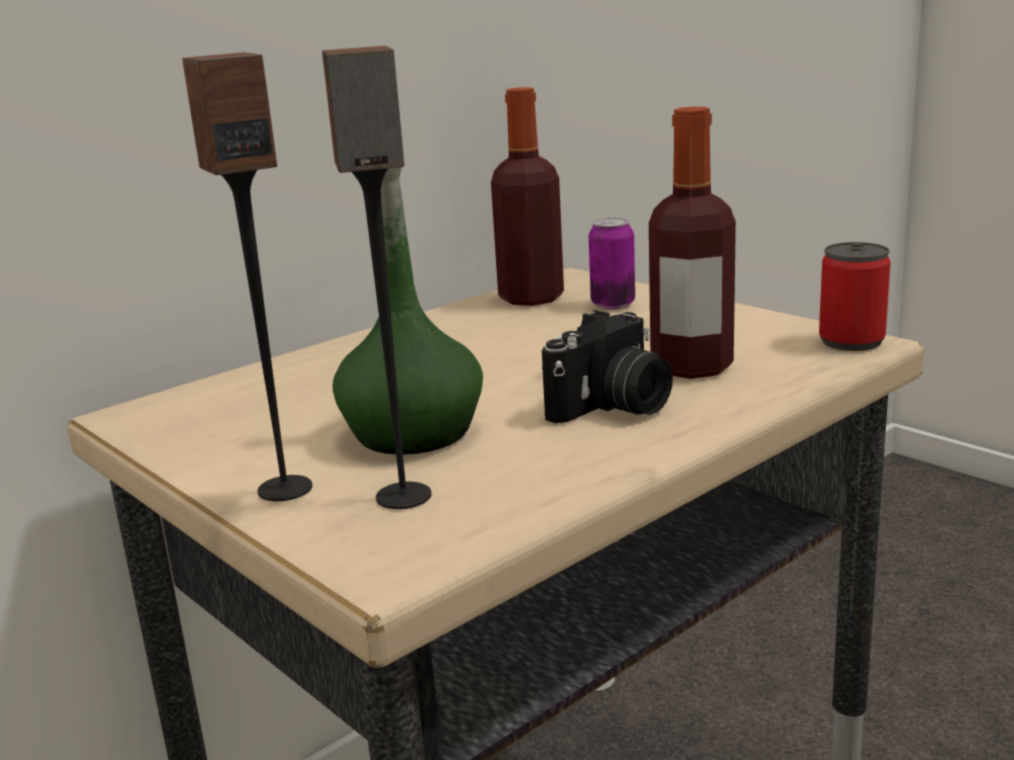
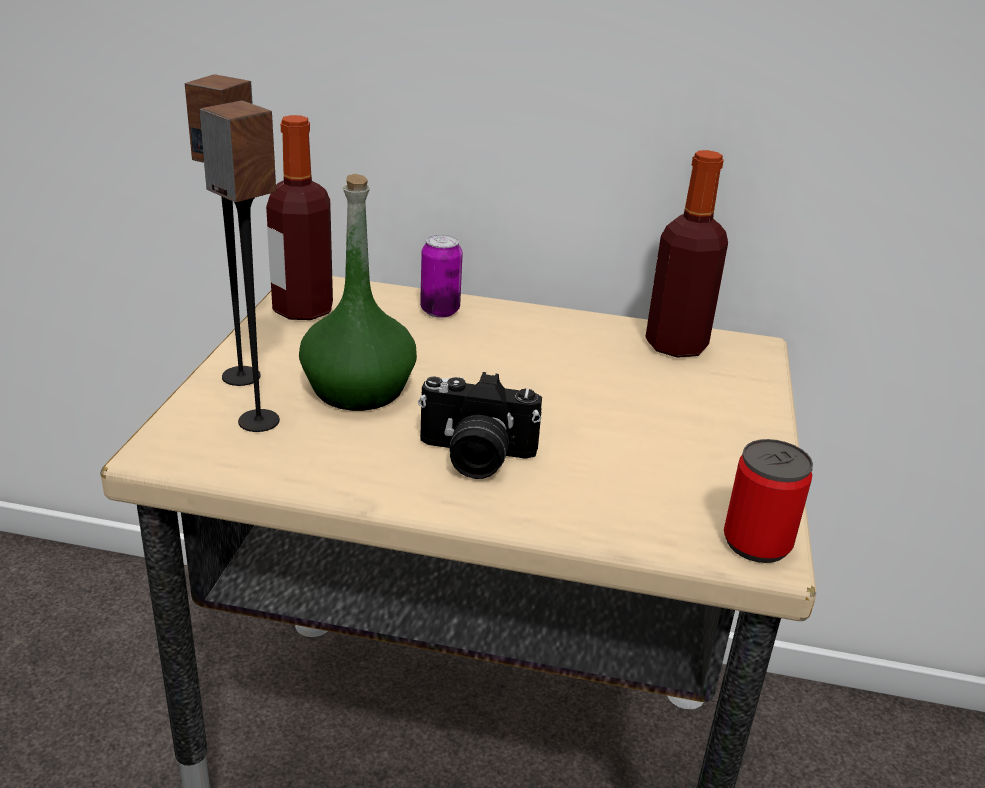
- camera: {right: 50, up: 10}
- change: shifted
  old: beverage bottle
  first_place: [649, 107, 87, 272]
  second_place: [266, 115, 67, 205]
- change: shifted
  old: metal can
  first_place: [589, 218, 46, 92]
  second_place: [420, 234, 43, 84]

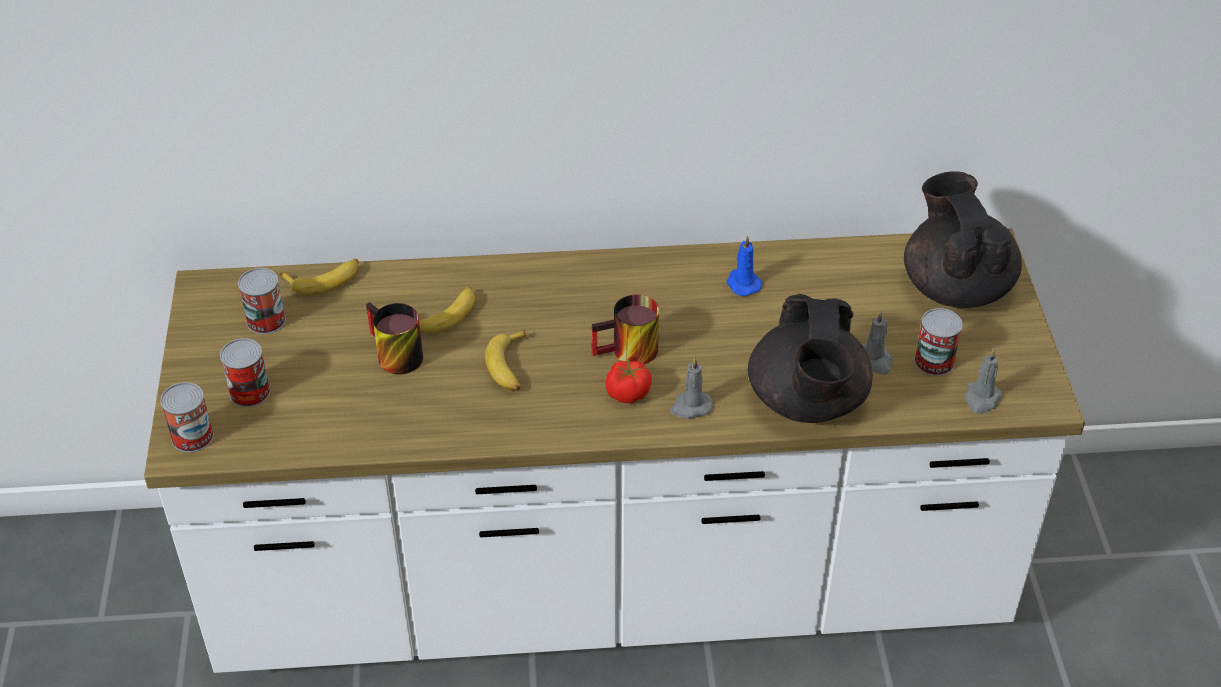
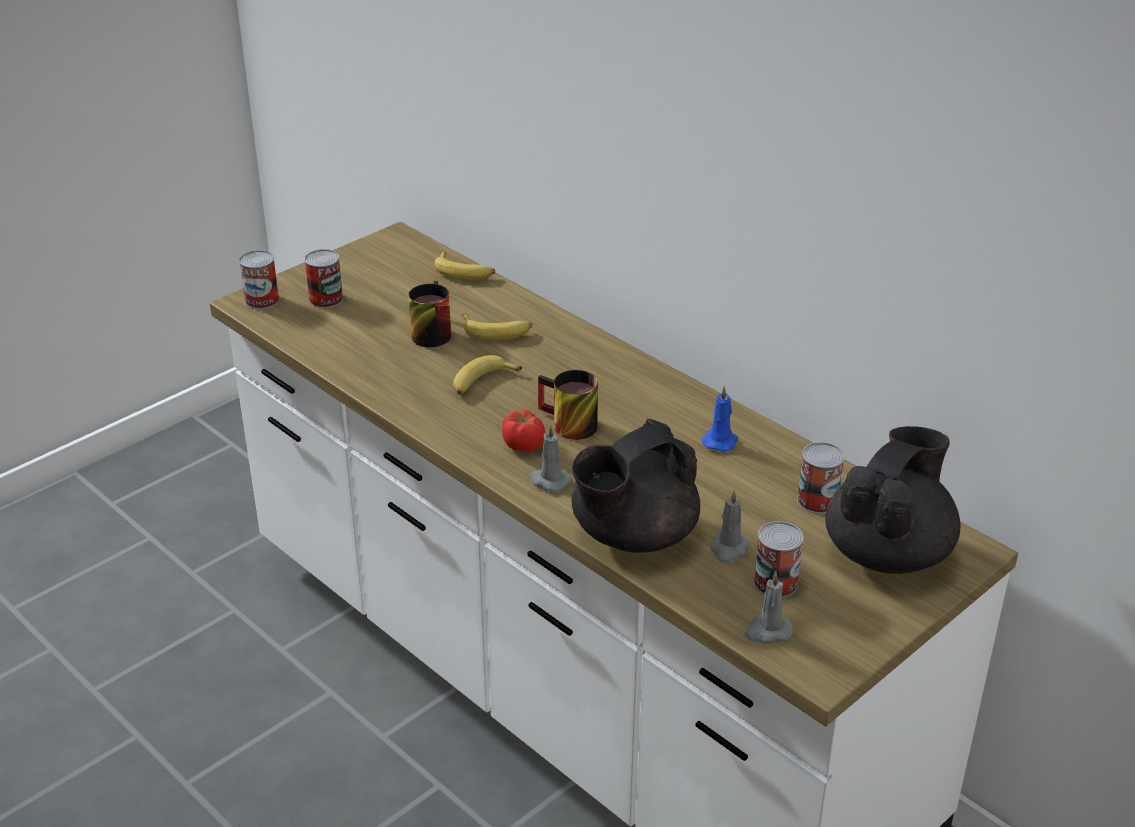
- camera: {right: 50, up: -10}
- change: shifted
  old: metal can
  first_place: [238, 268, 48, 66]
  second_place: [797, 442, 48, 72]

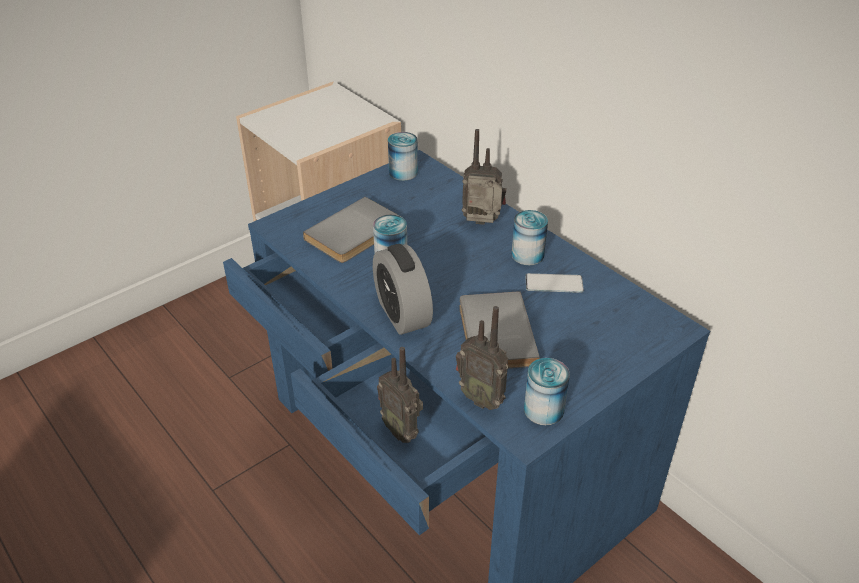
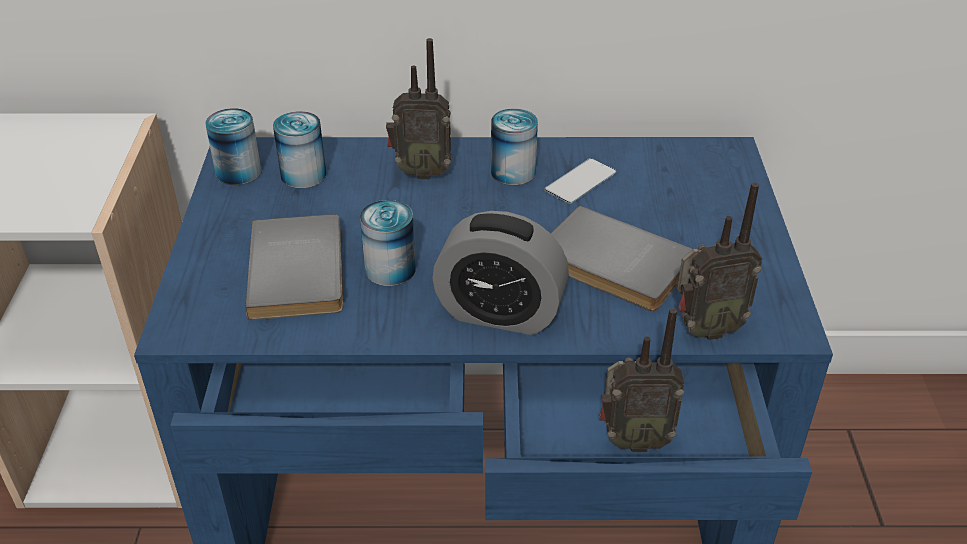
- camera: {right: -50, up: 0}
- change: rotated
  old: radio set
  first_place: [462, 129, 45, 96]
  second_place: [386, 38, 66, 142]
  degrees: -135
- change: shifted
  old: metal can
  first_place: [524, 358, 46, 67]
  second_place: [273, 111, 53, 77]

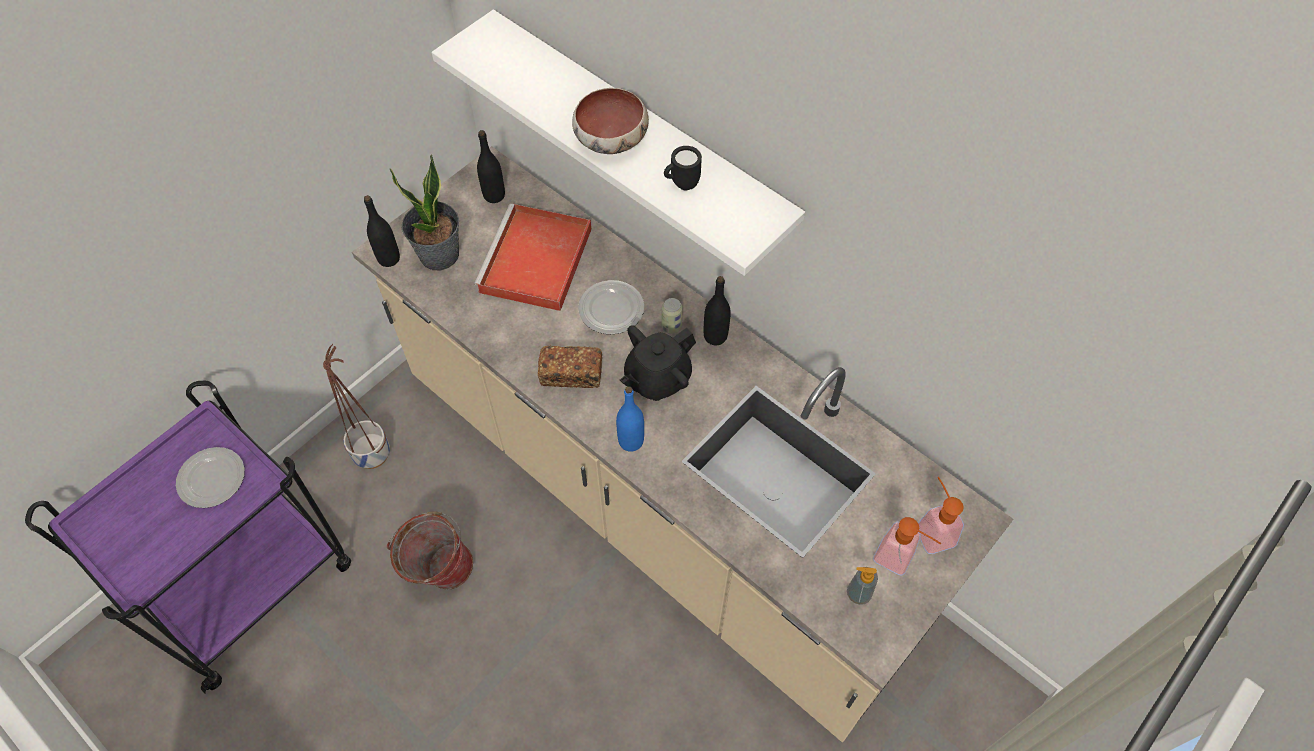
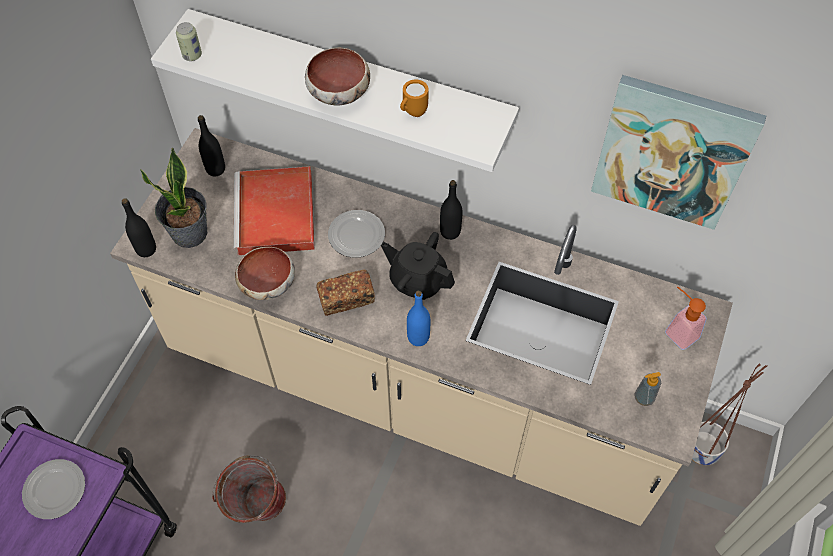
- camera: {right: -20, up: 0}
- change: repainted
  old: black mug
  new: orange mug
  first_place: [664, 146, 38, 44]
  second_place: [400, 79, 29, 38]
- change: shifted
  old: metal can
  first_place: [662, 298, 21, 36]
  second_place: [176, 22, 26, 39]
- change: rotated
  old: black pot for tea
  first_place: [620, 325, 76, 76]
  second_place: [381, 232, 74, 68]
  degrees: 90
- change: shifted
  old: flower pot
  first_place: [323, 344, 67, 125]
  second_place: [692, 363, 75, 102]
- change: gone
  old: soap dispenser
  first_place: [873, 517, 68, 59]
- change: new
  new: wall art
  second_place: [591, 75, 175, 155]
- change: new
  new: serving bowl
  second_place: [235, 247, 60, 53]

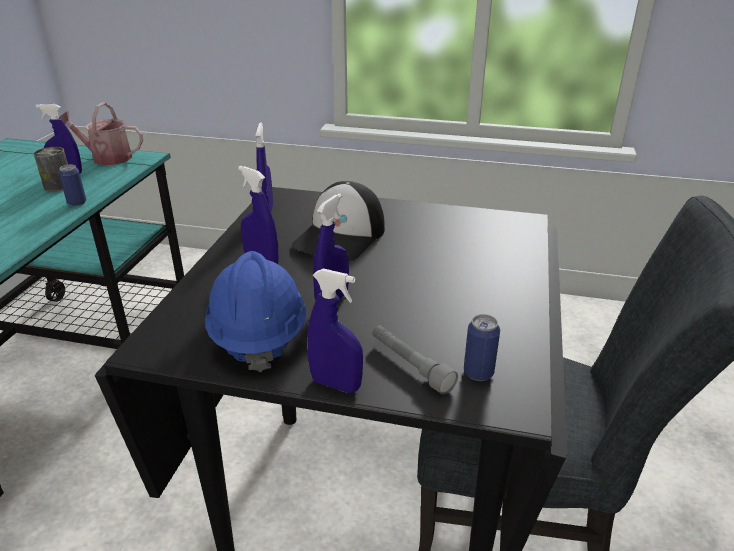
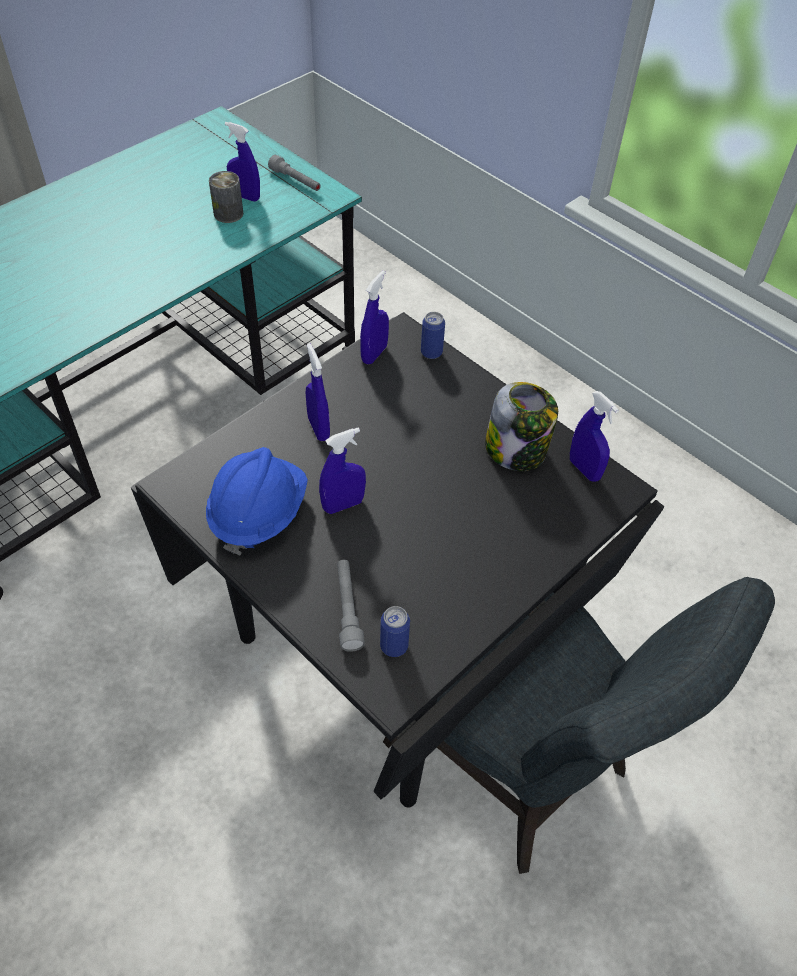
- camera: {right: 30, up: 20}
- change: swapped
  old: watering can
  new: grey hand torch
  first_place: [59, 102, 84, 63]
  second_place: [268, 155, 53, 36]
- change: shifted
  old: metal can
  first_place: [59, 165, 27, 41]
  second_place: [421, 312, 24, 47]
- change: gone
  old: cap
  first_place: [291, 181, 94, 80]
- change: shifted
  old: blue-coloured sprayer
  first_place: [307, 268, 56, 125]
  second_place: [570, 391, 49, 91]
- change: new
  new: storage jar
  second_place: [485, 382, 73, 89]

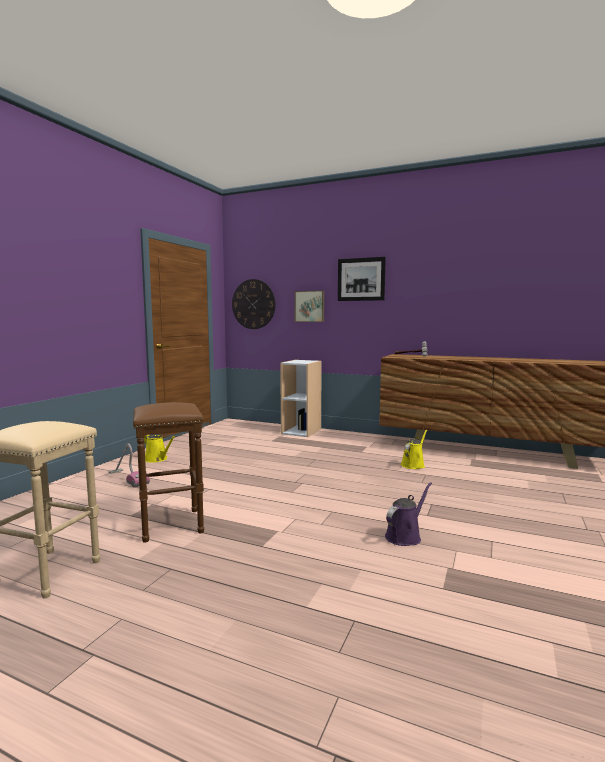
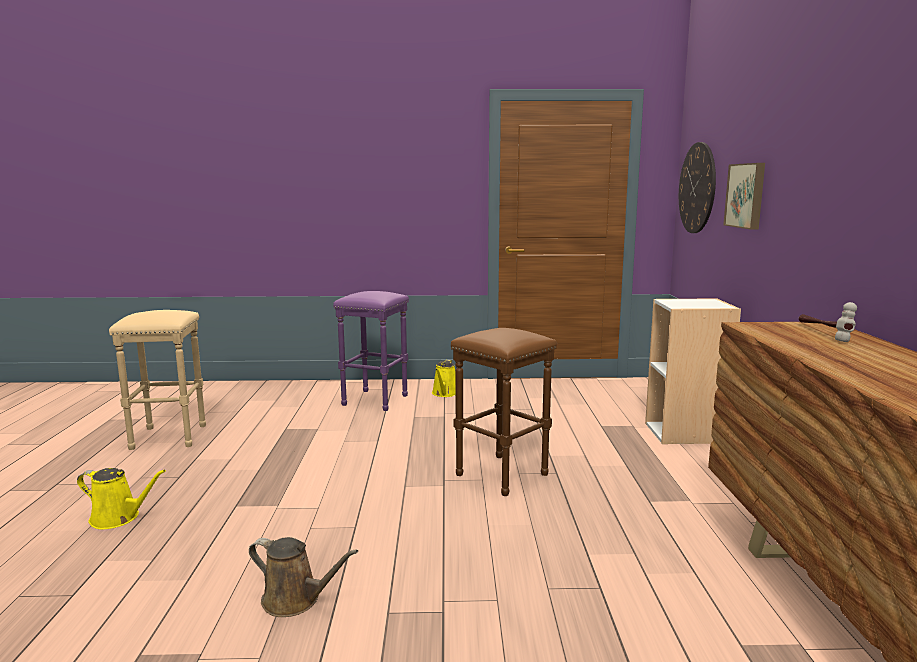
- camera: {right: 65, up: 5}
- change: gone
  old: wall art
  first_place: [338, 257, 48, 44]
- change: shifted
  old: brown sitting stool
  first_place: [133, 402, 71, 140]
  second_place: [451, 328, 106, 168]
- change: shifted
  old: yellow watering can
  first_place: [401, 430, 26, 39]
  second_place: [77, 468, 89, 61]
- change: swapped
  old: vacuum
  new: purplish sitting stool
  first_place: [108, 444, 42, 44]
  second_place: [333, 291, 76, 120]
- change: repainted
  old: purplish watering can
  new: brown watering can
  first_place: [385, 482, 47, 64]
  second_place: [249, 537, 109, 80]

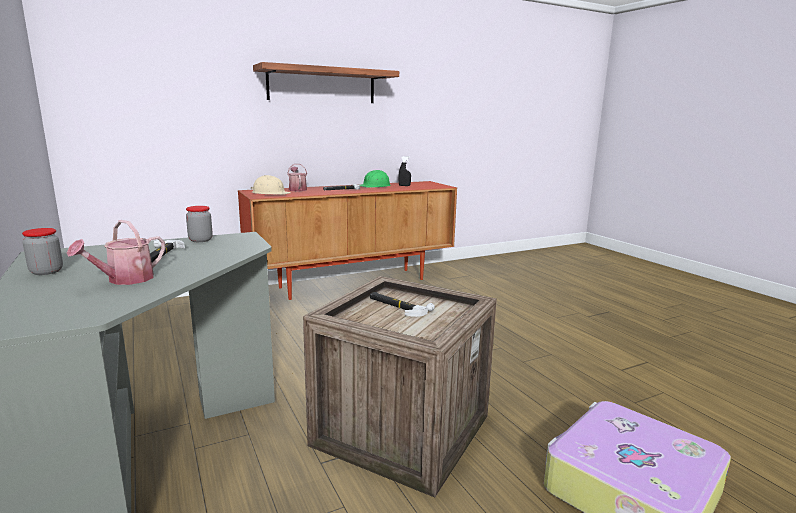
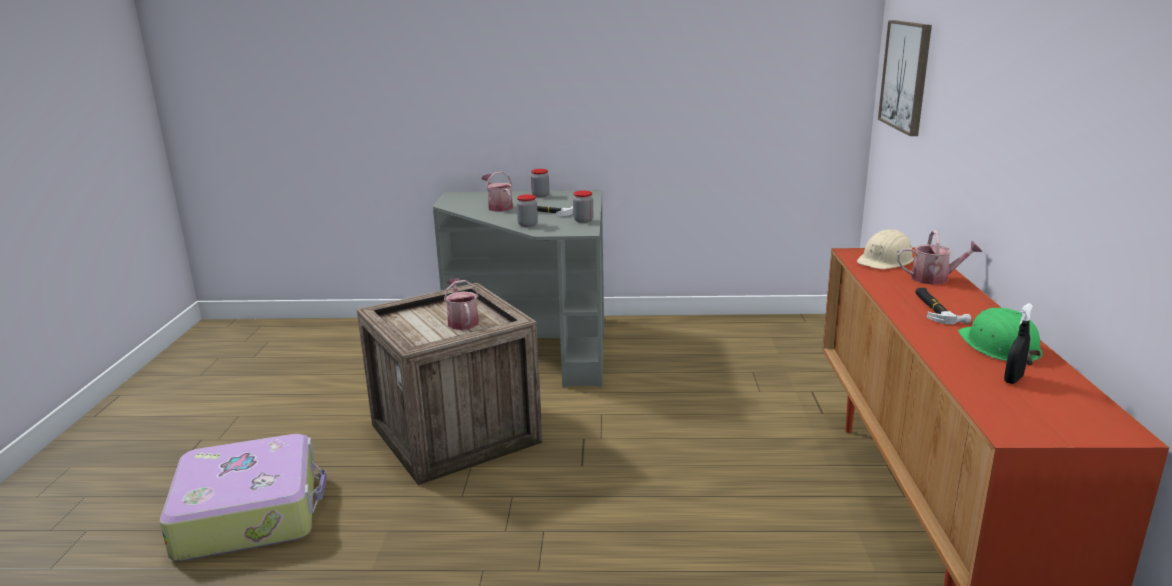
- camera: {right: 120, up: 5}
- change: gone
  old: bracket shelf
  first_place: [253, 62, 146, 41]
- change: swapped
  old: hand hammer
  new: watering can
  first_place: [370, 292, 65, 25]
  second_place: [444, 278, 35, 52]
- change: new
  new: wall art
  second_place: [878, 20, 54, 116]
- change: new
  new: storage jar
  second_place: [517, 194, 21, 33]

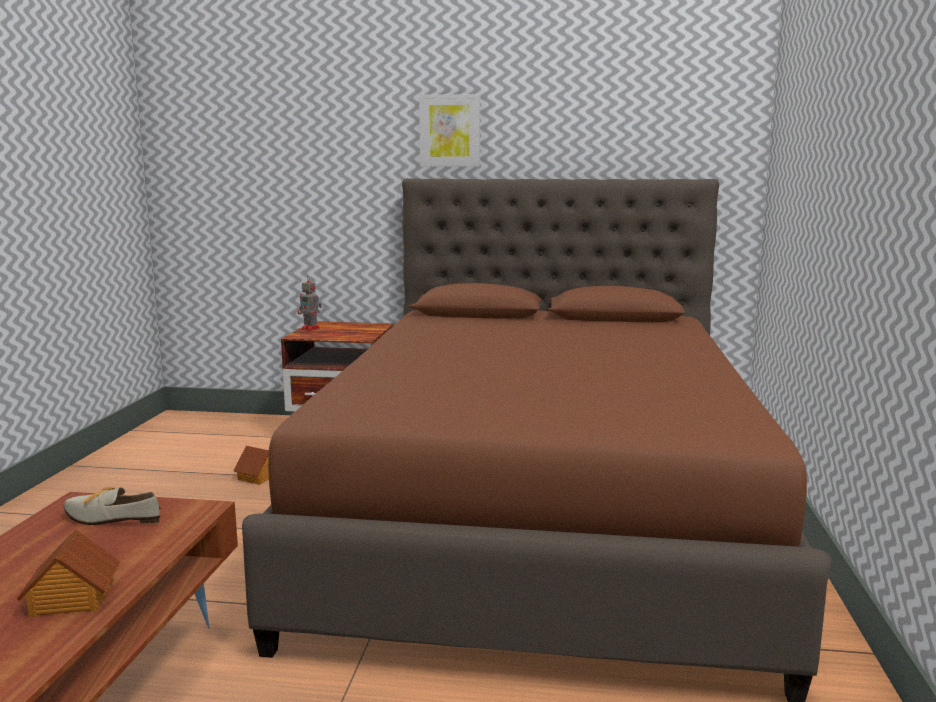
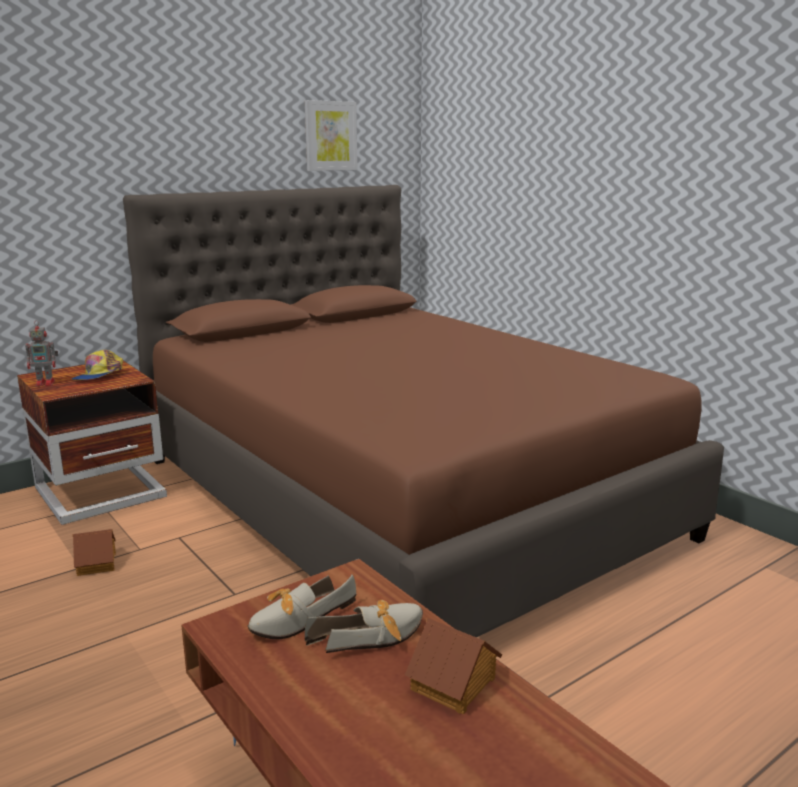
- camera: {right: -45, up: 5}
- change: shifted
  old: wall art
  first_place: [419, 94, 61, 73]
  second_place: [305, 100, 52, 71]
- change: new
  new: cap
  second_place: [72, 350, 51, 30]
- change: new
  new: item of footwear
  second_place: [304, 600, 119, 53]

